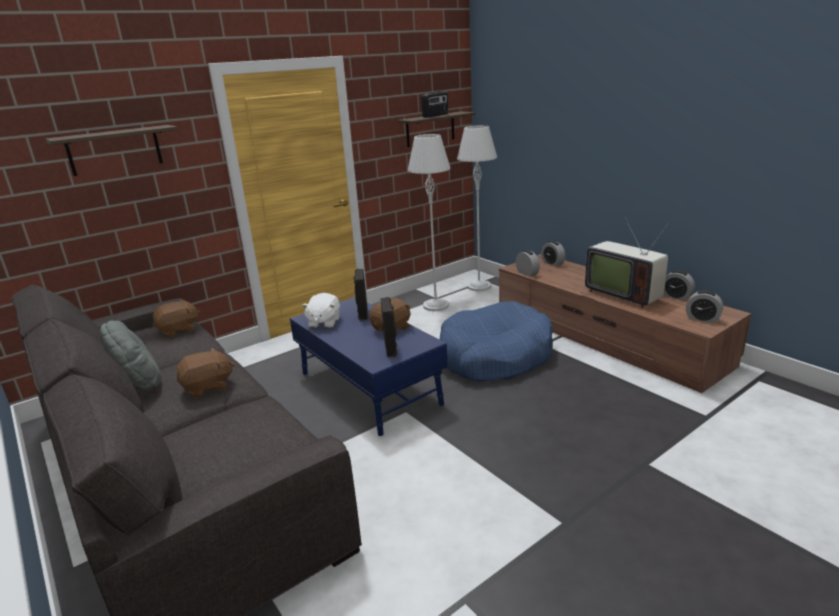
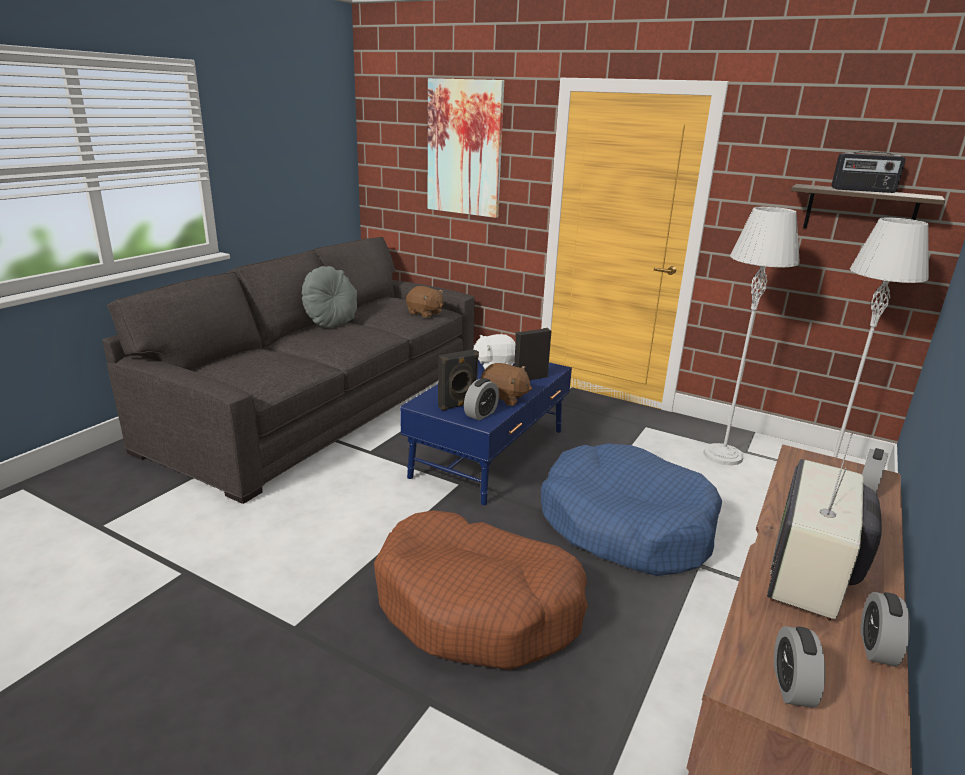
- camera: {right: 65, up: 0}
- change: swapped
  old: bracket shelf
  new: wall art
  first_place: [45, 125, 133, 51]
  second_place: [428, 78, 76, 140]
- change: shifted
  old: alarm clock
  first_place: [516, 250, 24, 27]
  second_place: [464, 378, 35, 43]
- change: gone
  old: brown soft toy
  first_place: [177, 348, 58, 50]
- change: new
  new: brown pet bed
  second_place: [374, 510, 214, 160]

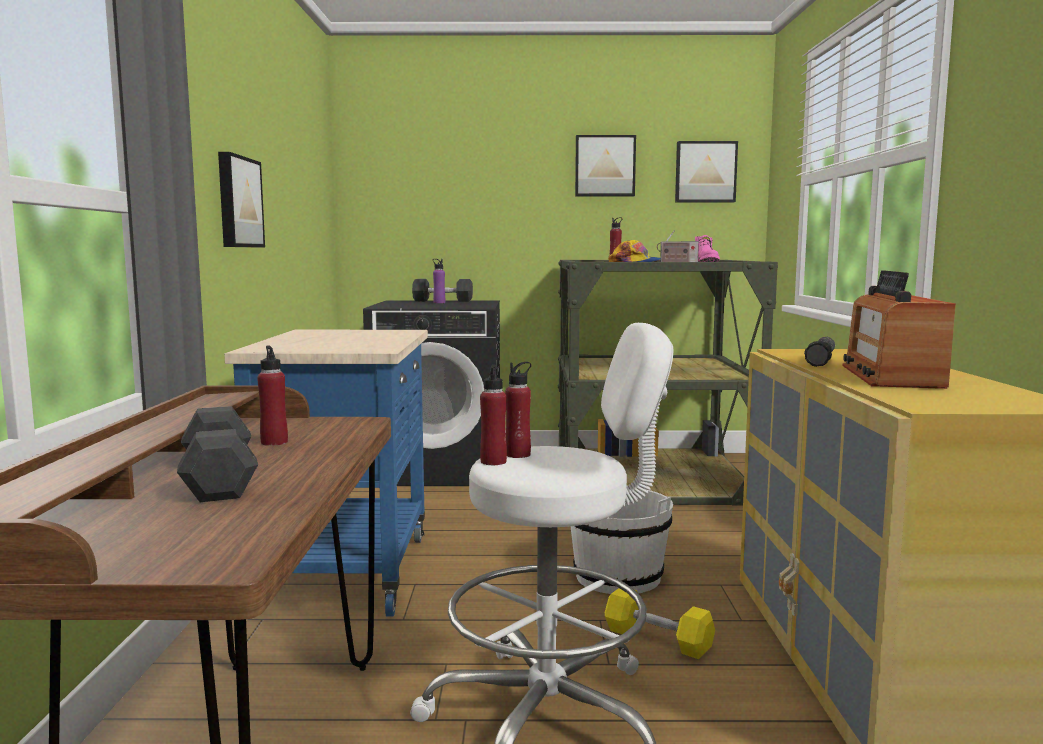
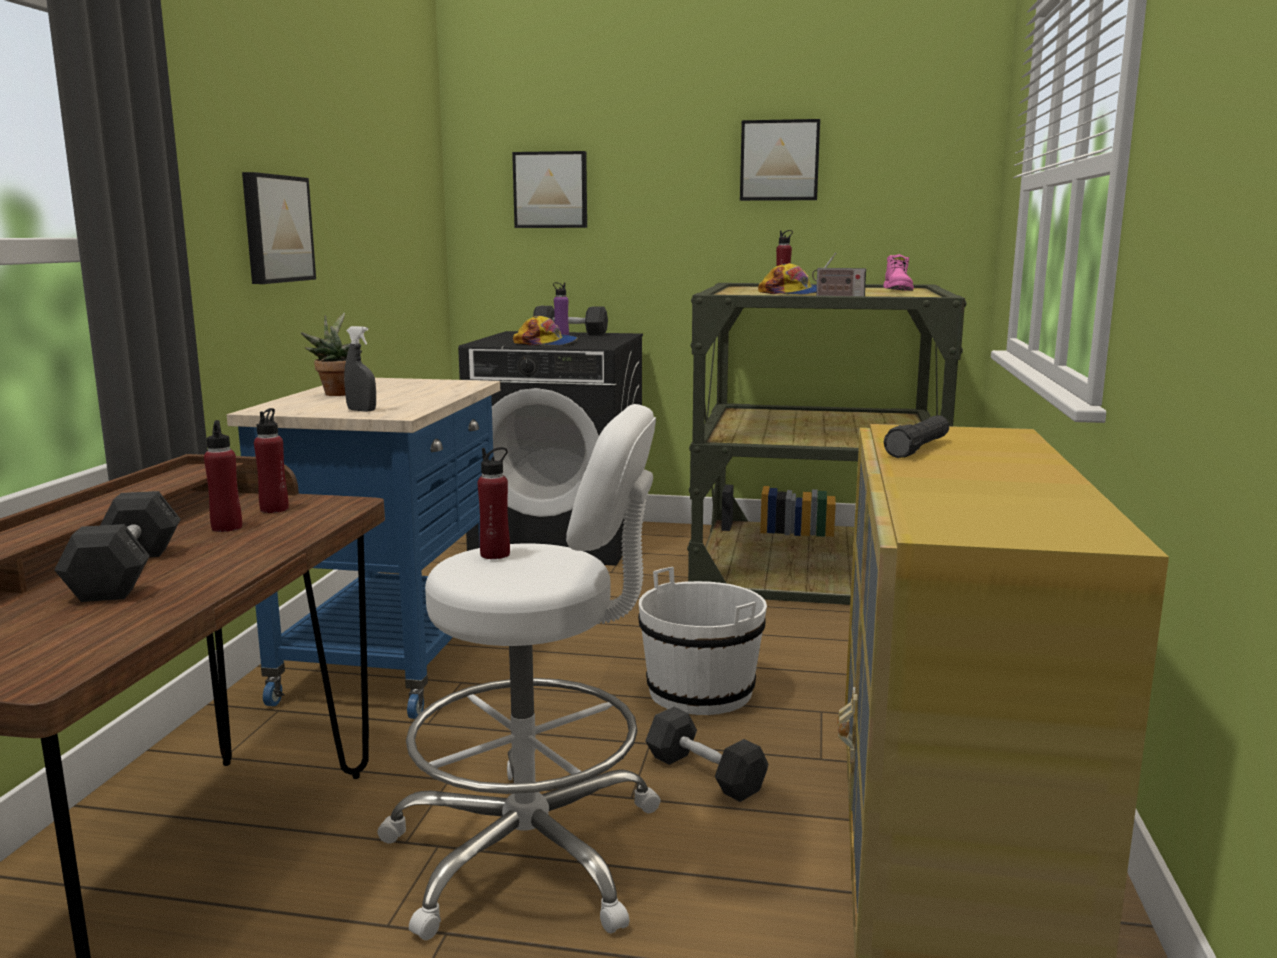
- camera: {right: 10, up: 5}
- change: shifted
  old: wall art
  first_place: [675, 141, 63, 61]
  second_place: [512, 151, 75, 77]
- change: gone
  old: radio set
  first_place: [842, 270, 114, 119]
- change: shifted
  old: red-coloured beverage bottle
  first_place: [480, 365, 27, 100]
  second_place: [254, 408, 35, 105]
- change: repainted
  old: yellow free weight
  new: grey free weight
  first_place: [605, 588, 110, 71]
  second_place: [645, 707, 123, 95]
- change: new
  new: potted plant
  second_place: [301, 313, 61, 83]
- change: new
  new: cap
  second_place: [513, 316, 65, 29]
- change: new
  new: grey sprayer
  second_place: [344, 326, 32, 86]

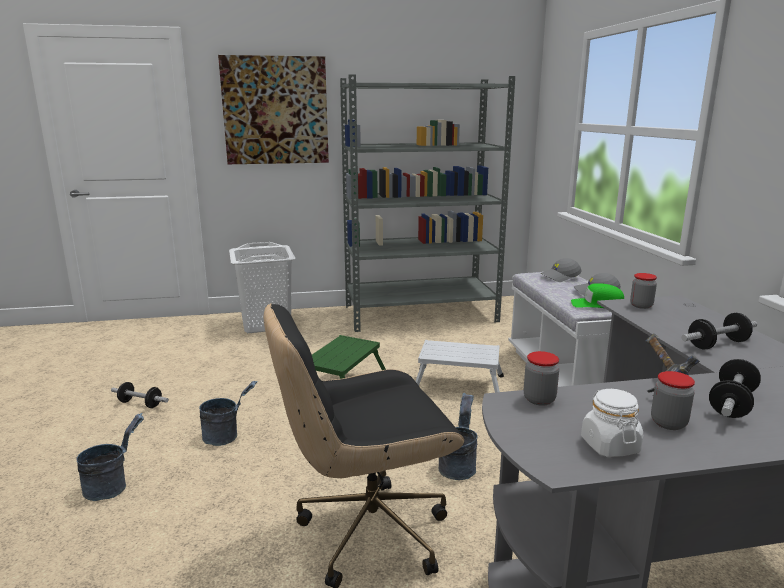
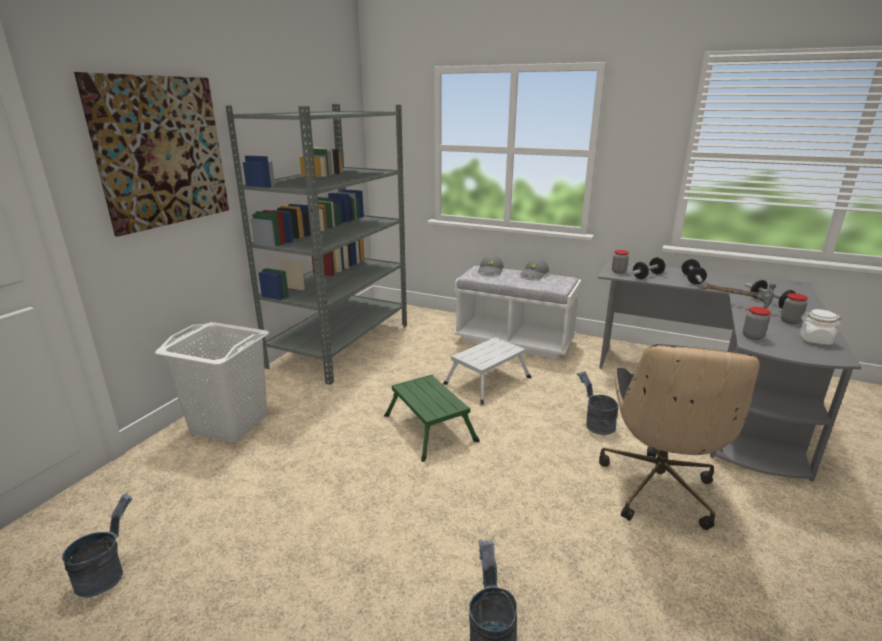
- camera: {right: -55, up: 5}
- change: gone
  old: greenish cap
  first_place: [571, 283, 53, 25]
- change: shifted
  old: grey bucket
  first_place: [199, 381, 59, 65]
  second_place: [62, 492, 71, 105]
- change: shifted
  old: free weight
  first_place: [111, 382, 58, 26]
  second_place: [630, 257, 37, 22]

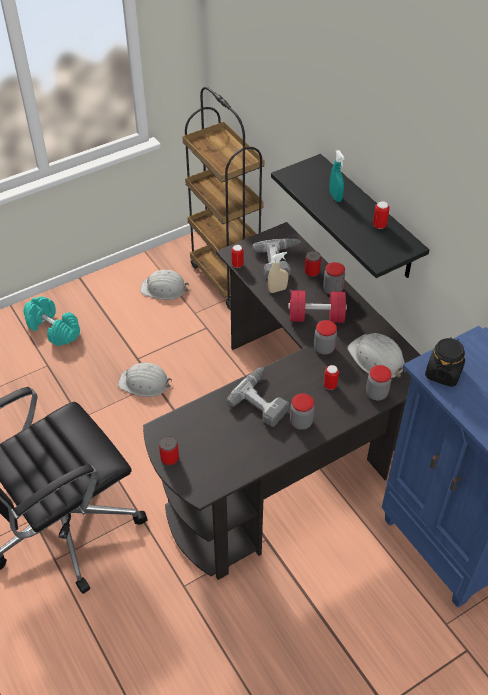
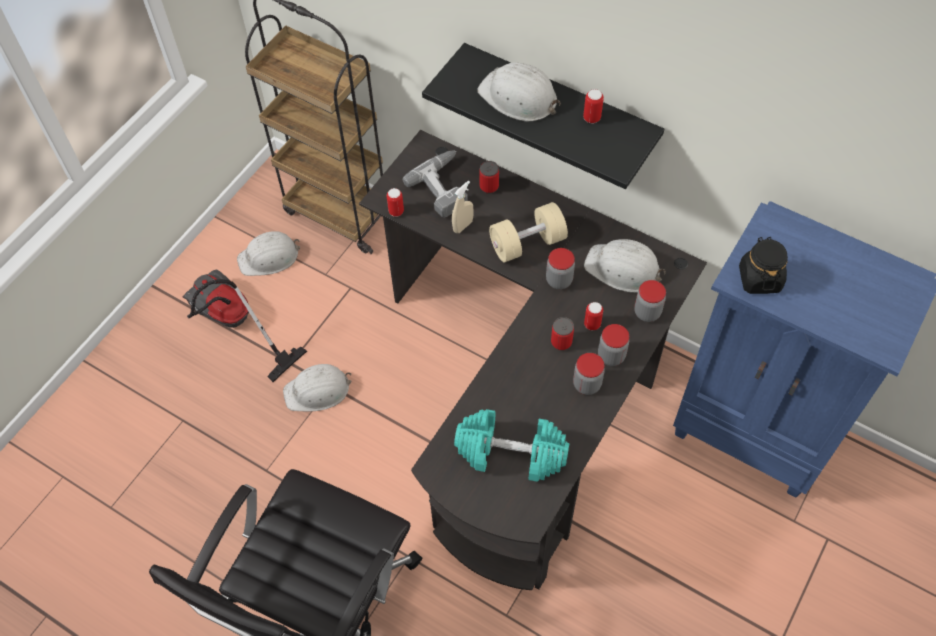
- camera: {right: -25, up: 10}
- change: swapped
  old: turquoise sprayer
  new: white-coloured safety helmet
  first_place: [329, 150, 16, 52]
  second_place: [477, 63, 84, 58]
- change: shifted
  old: storage jar
  first_place: [323, 262, 22, 32]
  second_place: [598, 324, 31, 42]
- change: repainted
  old: red-coloured free weight
  new: beige-coloured free weight
  first_place: [288, 290, 59, 33]
  second_place: [489, 202, 79, 61]
- change: shifted
  old: turquoise free weight
  first_place: [23, 296, 57, 50]
  second_place: [454, 409, 115, 73]
- change: gone
  old: power drill
  first_place: [226, 367, 63, 60]
- change: shifted
  old: metal can
  first_place: [159, 436, 20, 29]
  second_place: [551, 317, 23, 33]
- change: new
  new: vacuum
  second_place: [183, 270, 124, 112]

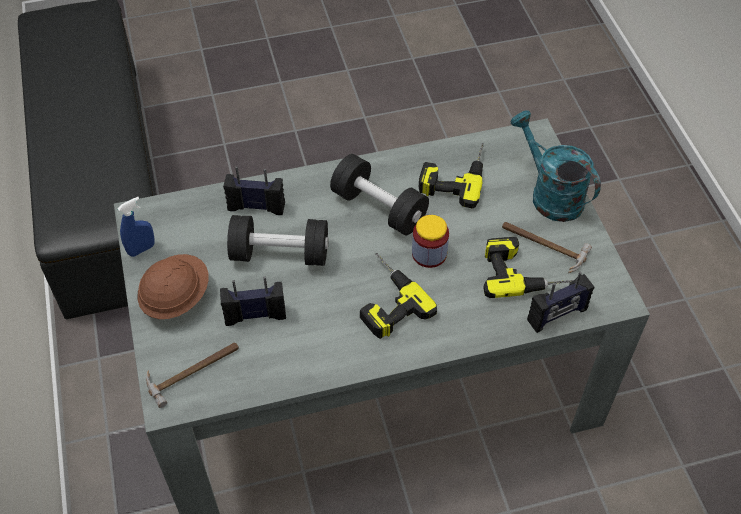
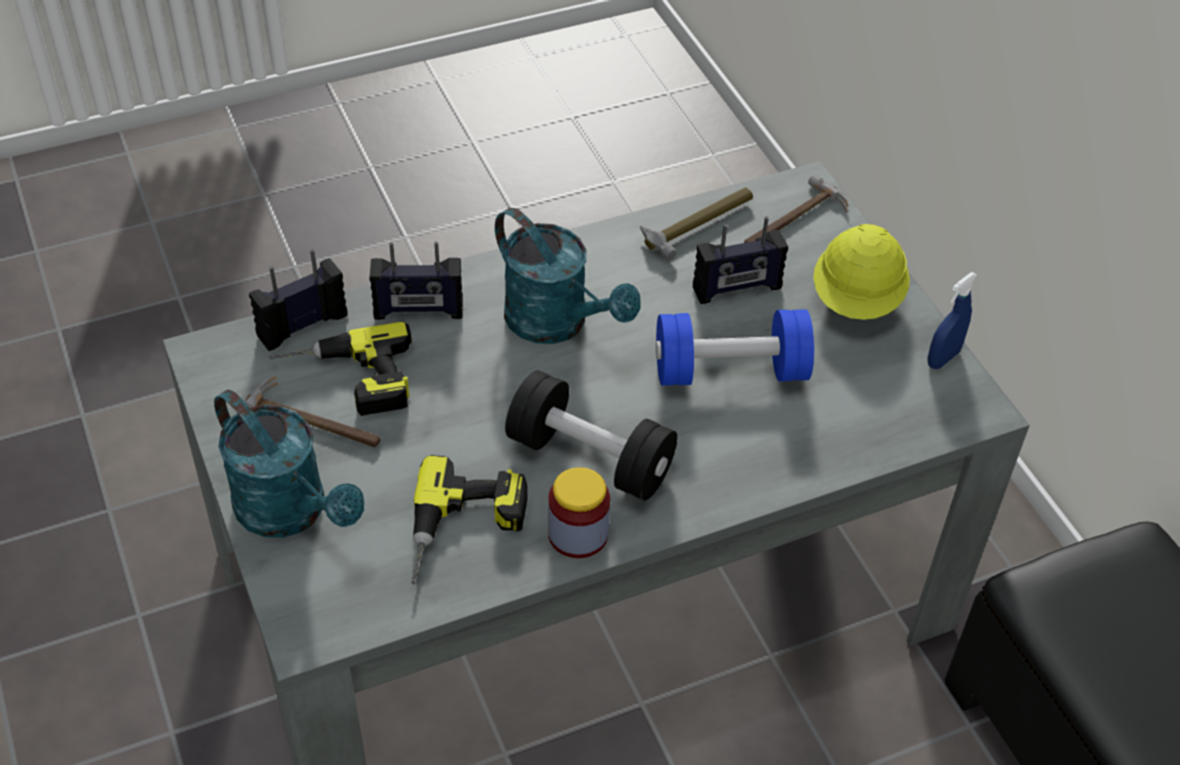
- camera: {right: 170, up: -5}
- change: shifted
  old: radio set
  first_place: [223, 166, 62, 49]
  second_place: [370, 242, 93, 78]
- change: repainted
  old: black free weight
  new: blue-coloured free weight
  first_place: [227, 215, 102, 51]
  second_place: [656, 309, 158, 77]
- change: shifted
  old: storage jar
  first_place: [412, 215, 37, 53]
  second_place: [548, 467, 62, 91]
- change: swapped
  old: power drill
  new: turquoise watering can
  first_place: [360, 253, 77, 86]
  second_place: [495, 208, 146, 136]
- change: repainted
  old: brown safety helmet
  new: yellow safety helmet
  first_place: [137, 254, 72, 65]
  second_place: [813, 224, 97, 96]
- change: new
  new: hand hammer
  second_place: [640, 187, 113, 73]

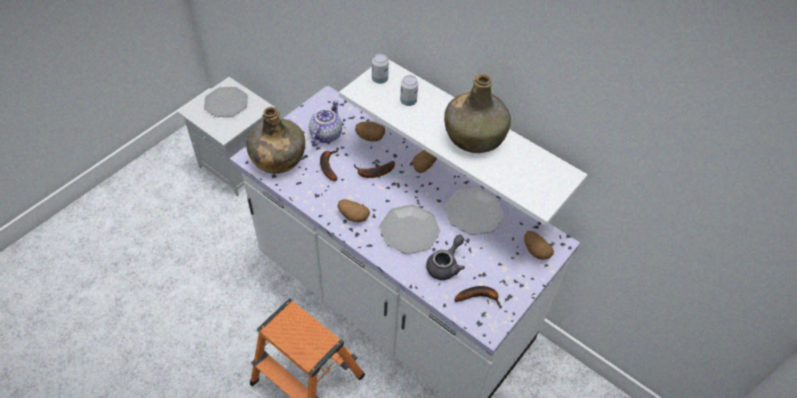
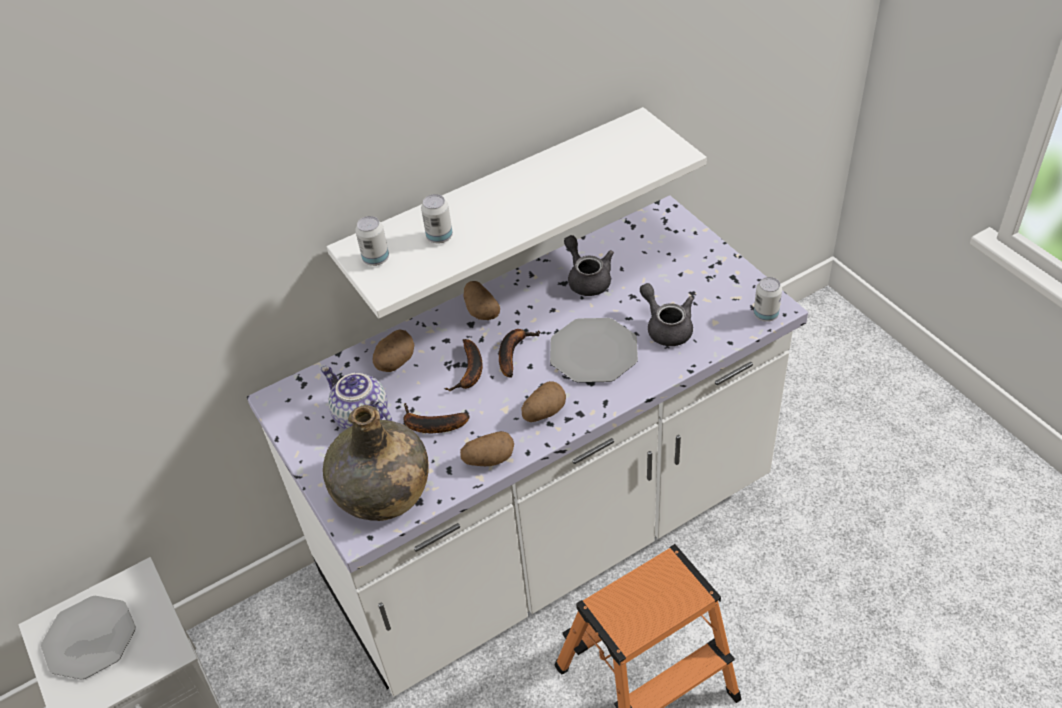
- camera: {right: -65, up: -5}
- change: gone
  old: greenish beverage bottle
  first_place: [444, 74, 67, 79]
- change: swapped
  old: plate
  new: grey pot for tea
  first_place: [445, 188, 59, 47]
  second_place: [564, 235, 50, 61]
- change: shifted
  old: spud
  first_place: [524, 231, 30, 29]
  second_place: [460, 431, 54, 35]
- change: shifted
  old: whole banana
  first_place: [454, 286, 48, 22]
  second_place: [499, 329, 42, 49]
- change: new
  new: metal can
  second_place: [754, 277, 28, 45]

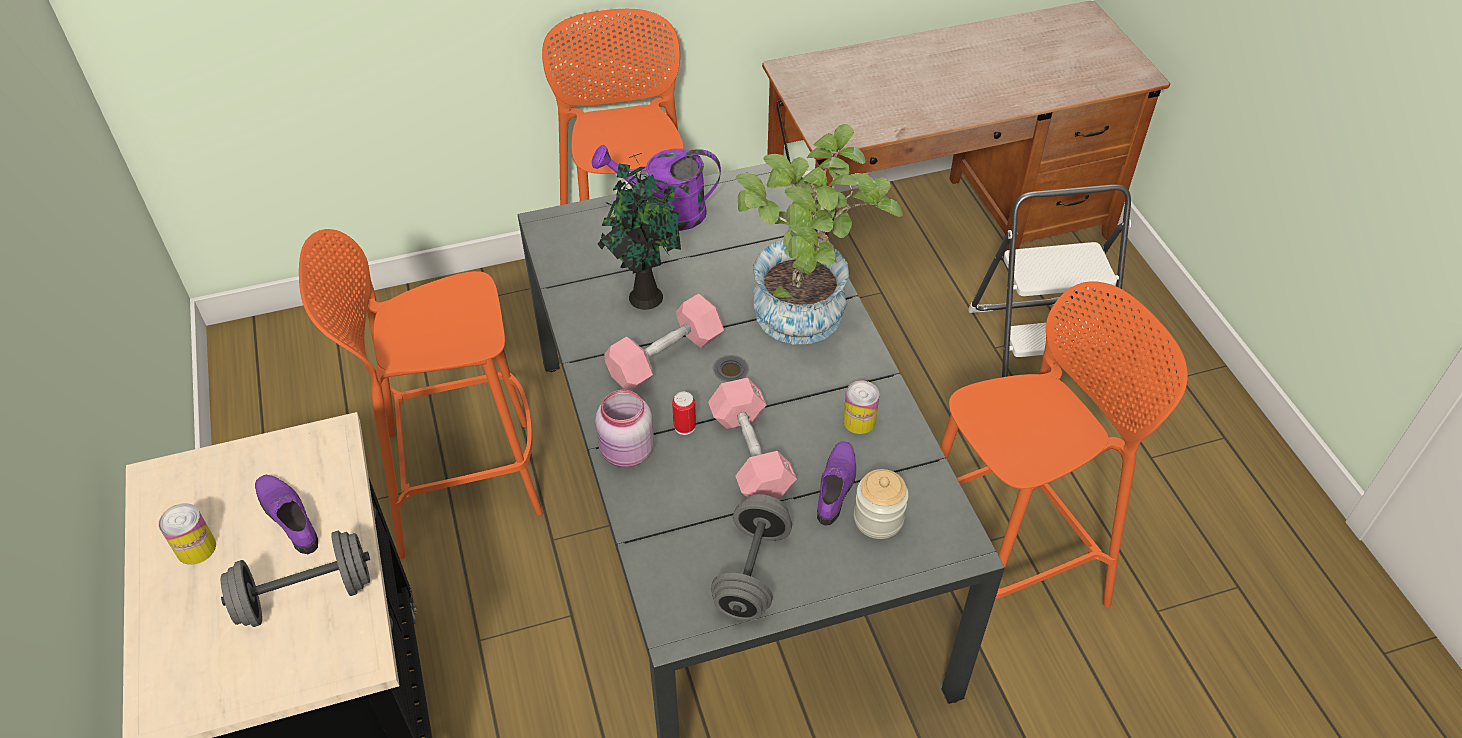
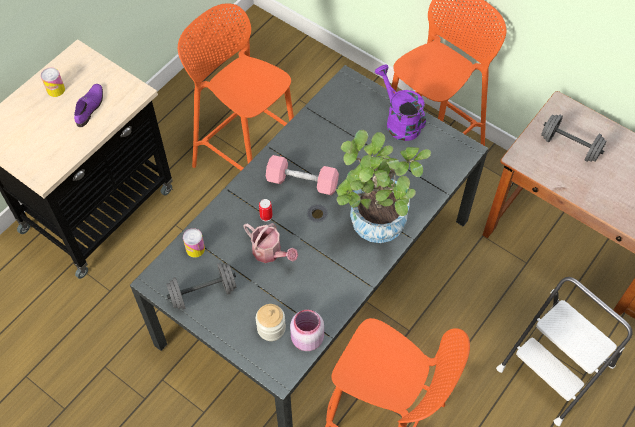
- camera: {right: 55, up: 10}
- change: gone
  old: potted plant
  first_place: [598, 153, 83, 157]
- change: swapped
  old: pink free weight
  new: watering can
  first_place: [708, 378, 89, 121]
  second_place: [243, 223, 55, 40]
- change: shifted
  old: metal can
  first_place: [843, 380, 36, 54]
  second_place: [183, 228, 22, 30]
- change: shifted
  old: pink storage jar
  first_place: [595, 390, 59, 78]
  second_place: [290, 310, 34, 41]
- change: gone
  old: purplish item of footwear
  first_place: [817, 442, 39, 83]
- change: shifted
  old: grey free weight
  first_place: [221, 530, 149, 97]
  second_place: [541, 115, 66, 47]

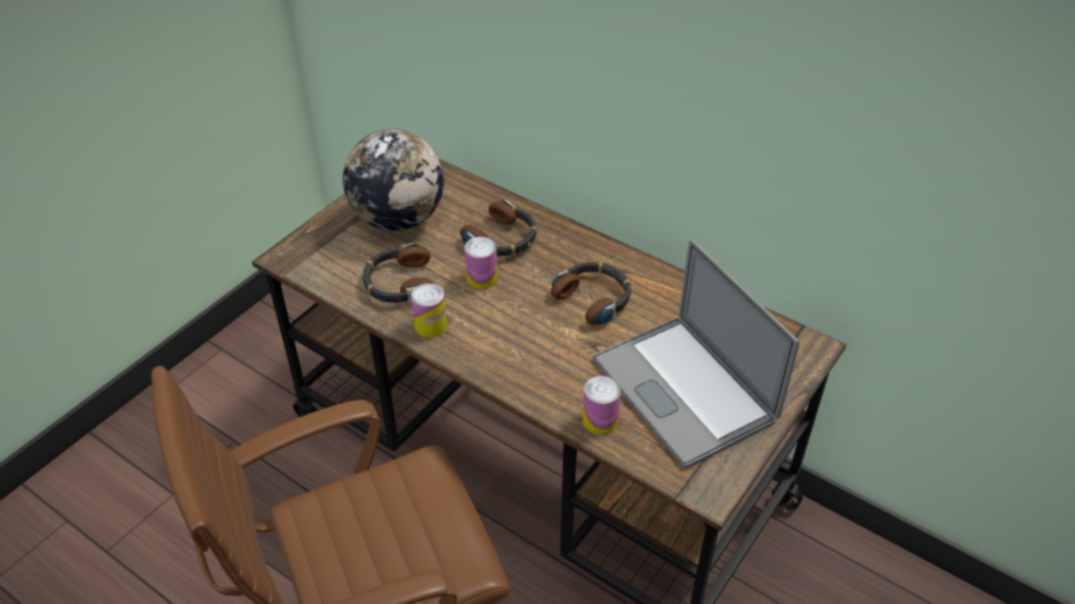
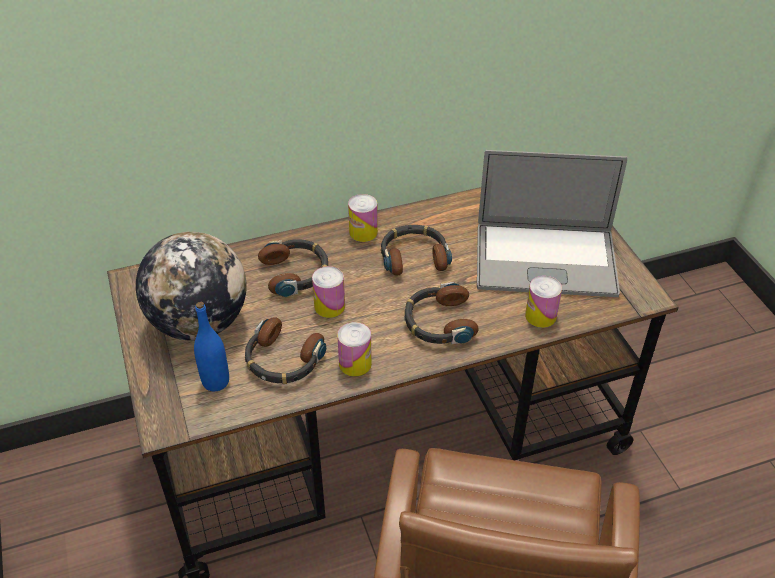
- camera: {right: -55, up: 0}
- change: new
  new: metal can
  second_place: [348, 194, 30, 48]
- change: new
  new: headphones
  second_place: [404, 282, 74, 62]
- change: new
  new: blue-coloured beverage bottle
  second_place: [194, 302, 35, 89]

